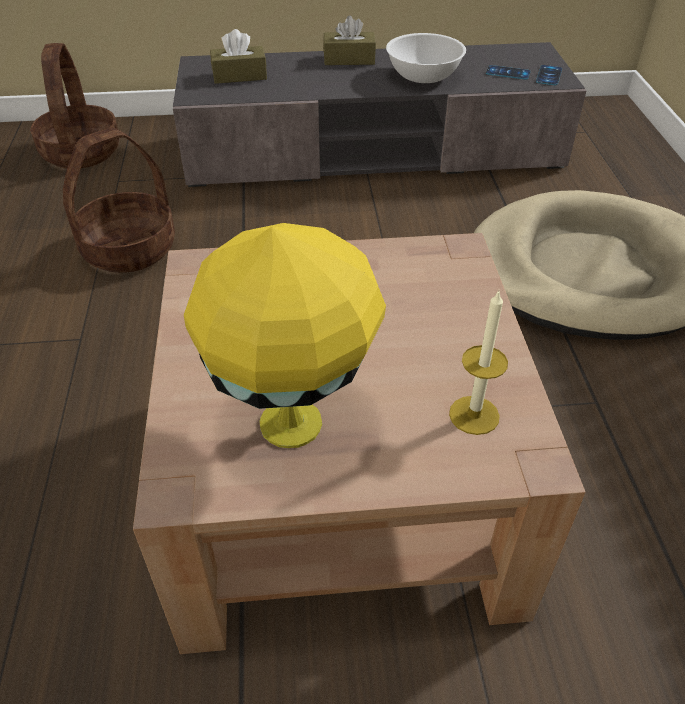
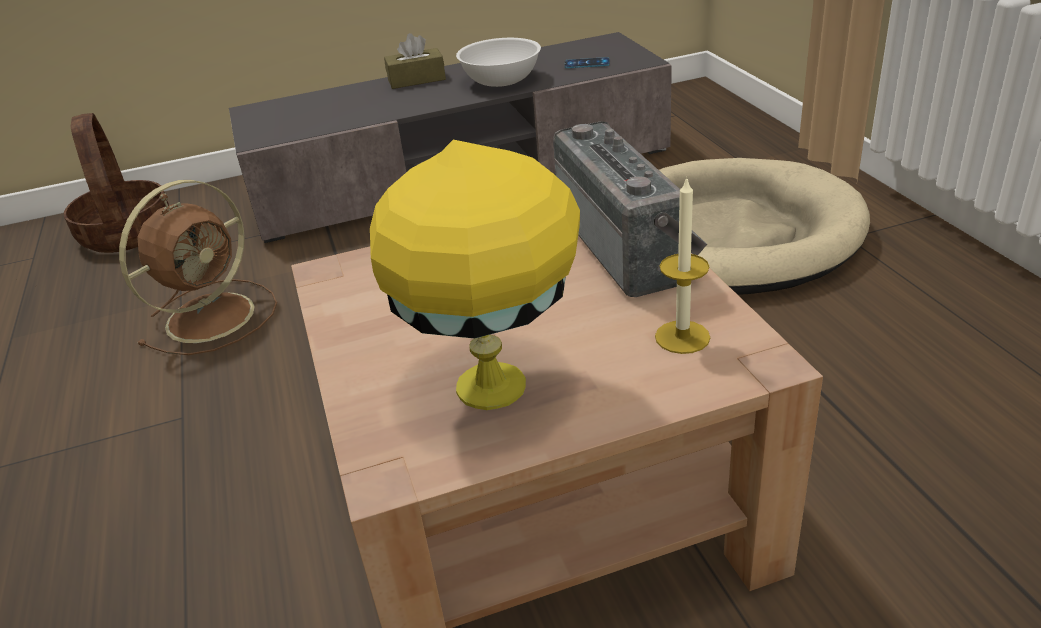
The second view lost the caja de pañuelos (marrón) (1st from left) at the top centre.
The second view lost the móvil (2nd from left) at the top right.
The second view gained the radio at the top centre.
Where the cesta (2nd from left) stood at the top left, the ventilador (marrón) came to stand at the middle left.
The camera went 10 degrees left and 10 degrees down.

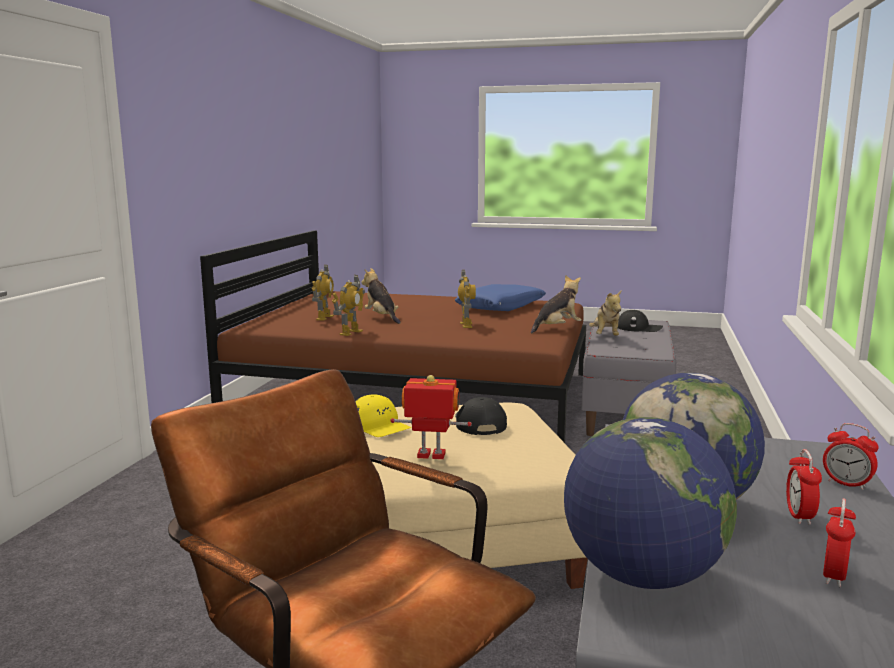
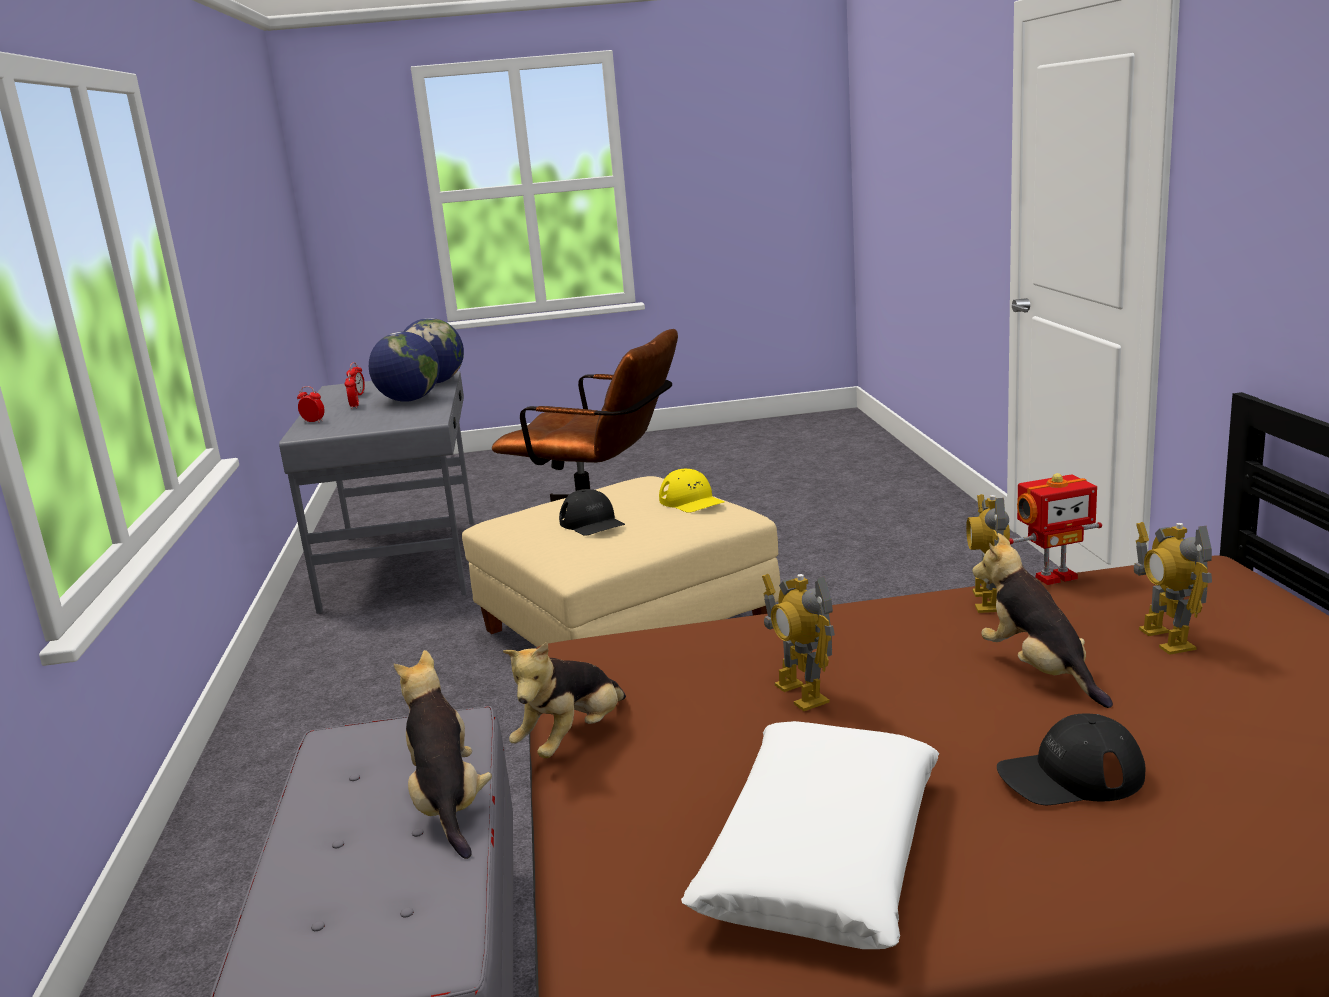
The robot de juguete (3rd from left) ended up elsewhere, having gone from the centre to the middle right.
The gorra (negro) (2nd from left) ended up elsewhere, having gone from the middle right to the bottom right.
What was the cojín (azul) at the centre turned into the cojín (blanco) at the bottom centre.
The gorra (amarillo) at the centre ended up facing another way, 150 degrees counterclockwise from before.
The peluche (1st from left in the first image) at the centre ended up facing another way, 150 degrees counterclockwise from before.
The camera went 160 degrees right and 5 degrees up.

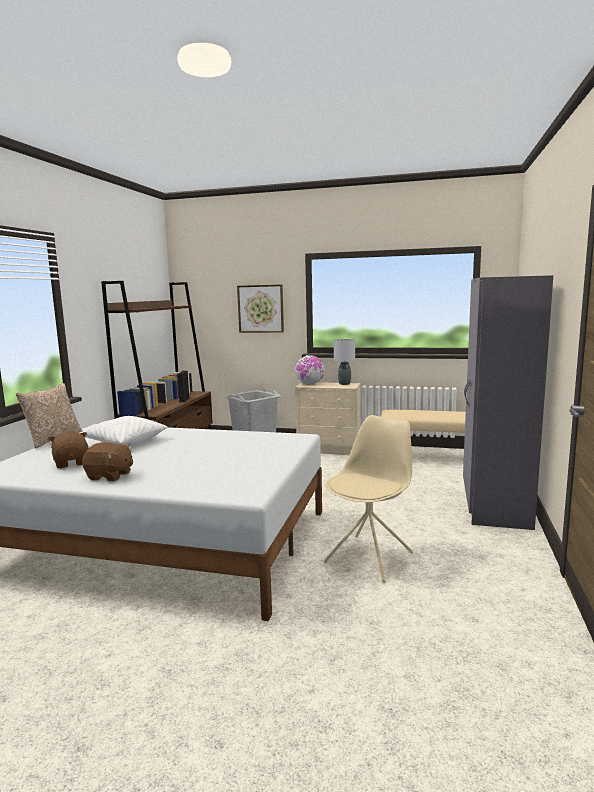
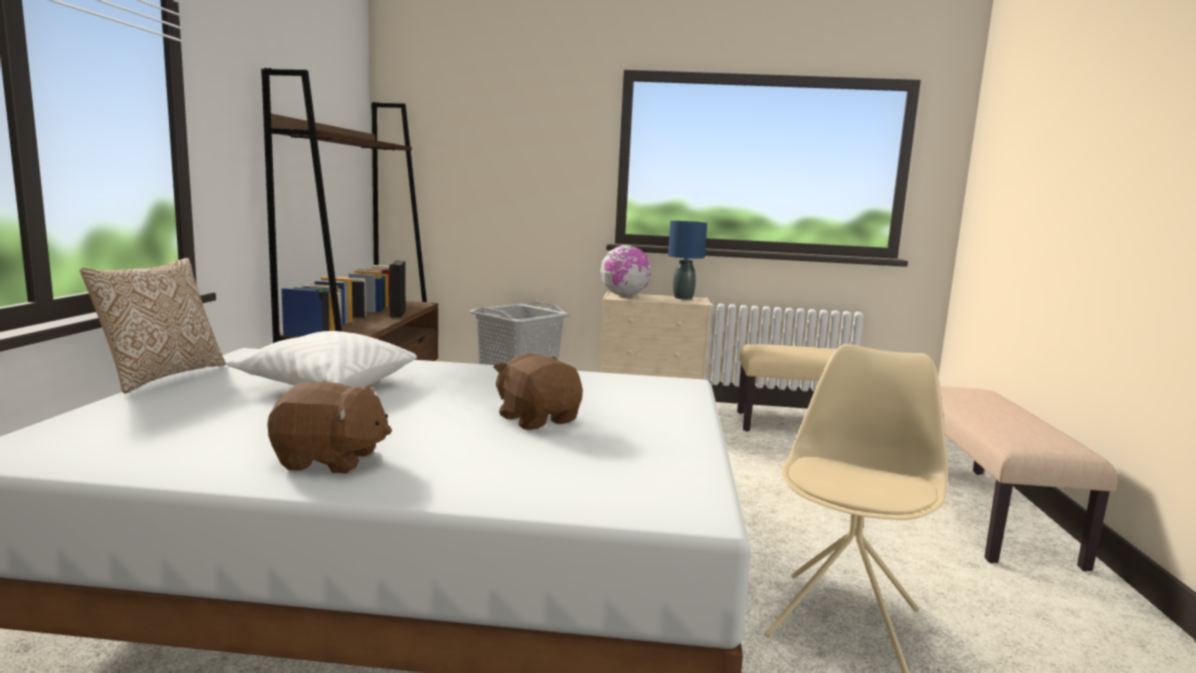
The second view lost the cuadro at the centre.
The peluche (marrón) (1st from left in the first image) ended up elsewhere, having gone from the middle left to the centre.
Where the armario ropero (gris) stood at the middle right, the banco (beis) (2nd from left) came to stand at the bottom right.
What was the lámpara de mesa (gris) at the centre turned into the lámpara de mesa (azul) at the centre.
The camera went 10 degrees left and 0 degrees up.

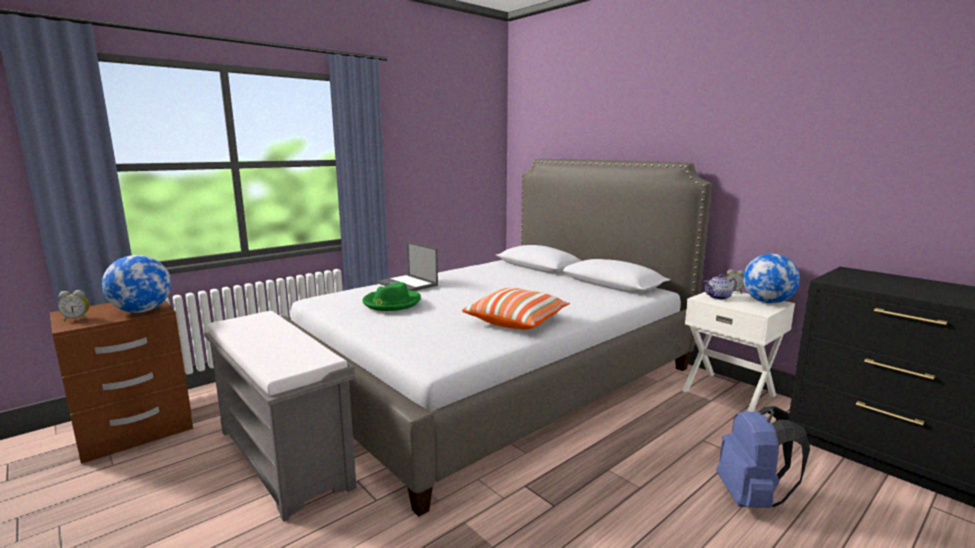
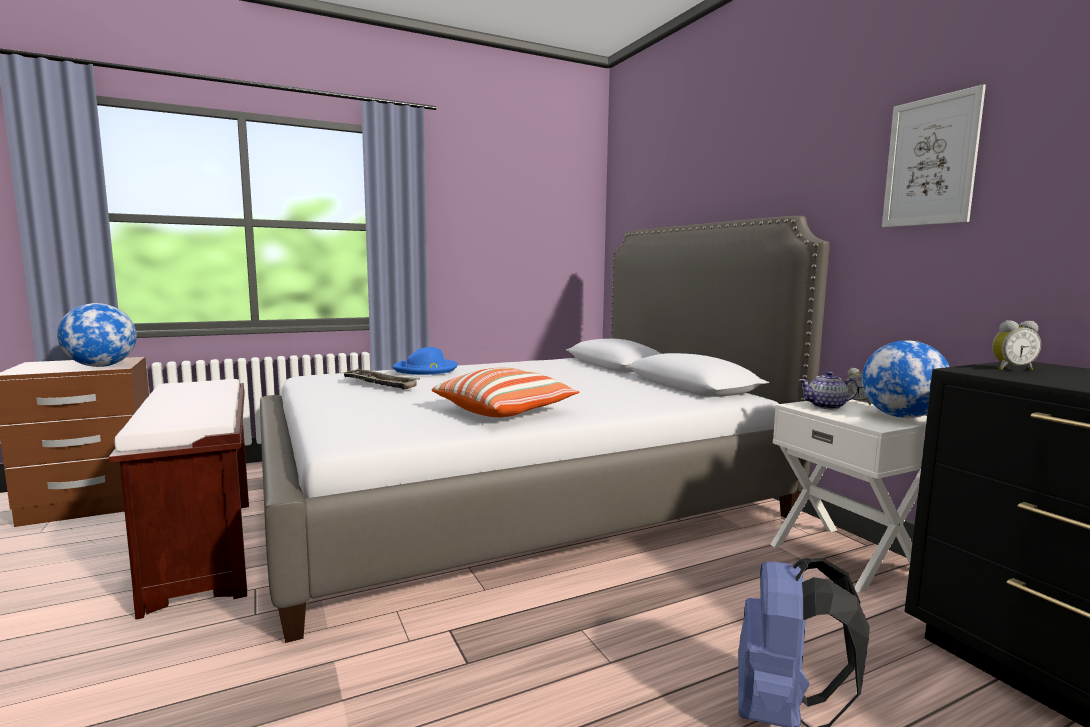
The second view gained the cuadro at the top right.
The despertador (1st from left in the first image) ended up elsewhere, having gone from the middle left to the middle right.
Where the sombrero (verde) stood at the centre, the bandeja came to stand at the centre.
Where the portátil stood at the centre, the sombrero (azul) came to stand at the centre.
What was the banco (gris) at the bottom left turned into the banco (marrón) at the bottom left.
The camera went 15 degrees right and 5 degrees down.

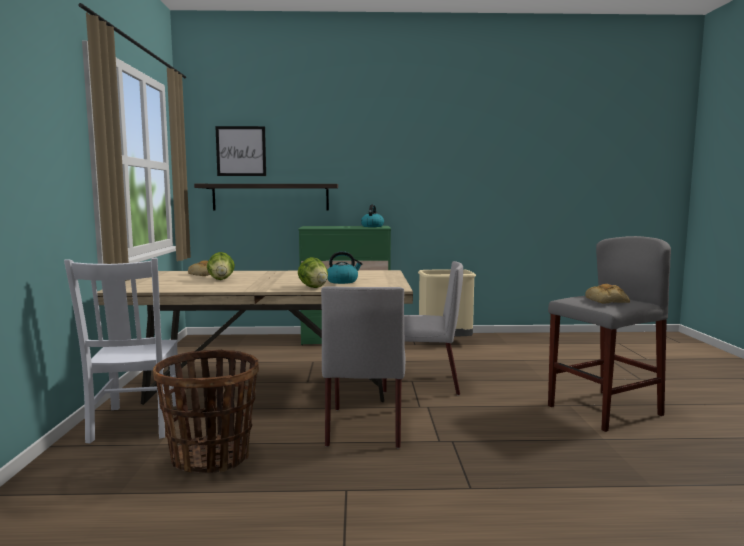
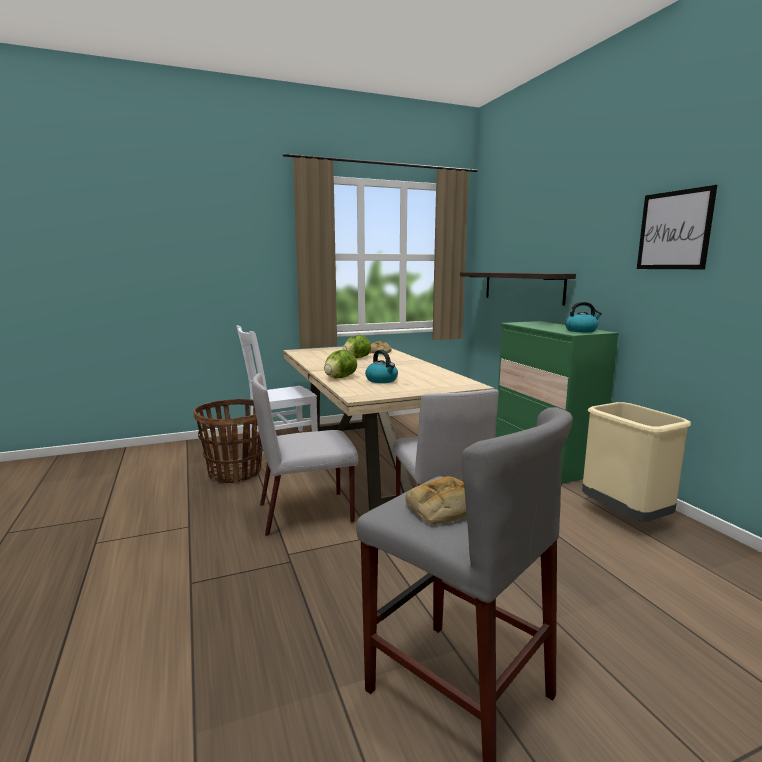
The cuadro ended up elsewhere, having gone from the top left to the top right.
The camera went 70 degrees right and 5 degrees up.

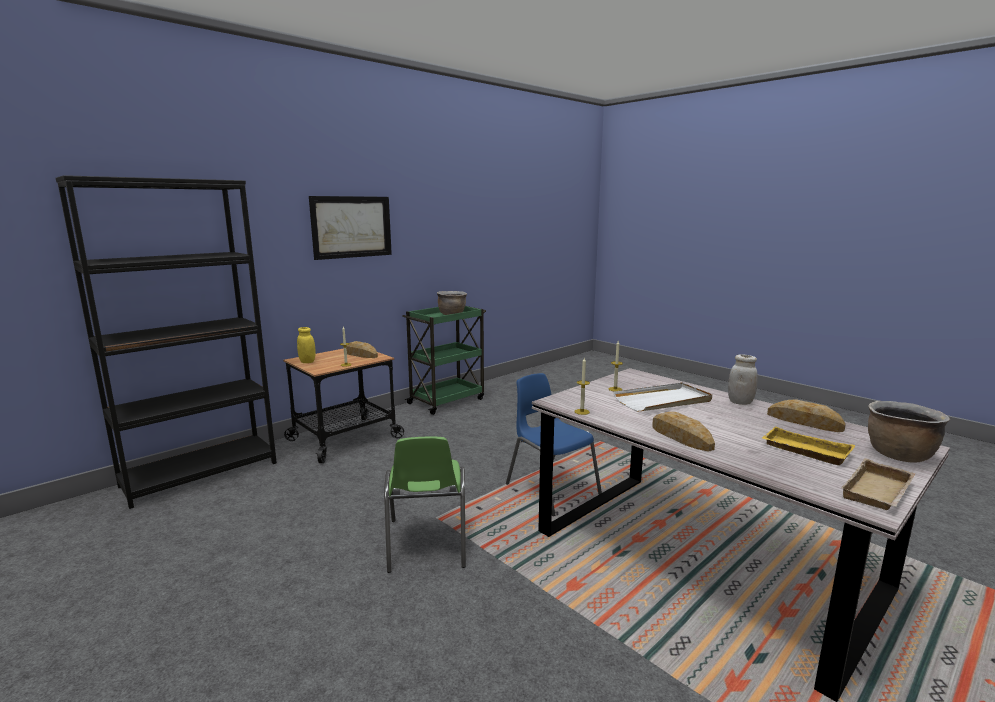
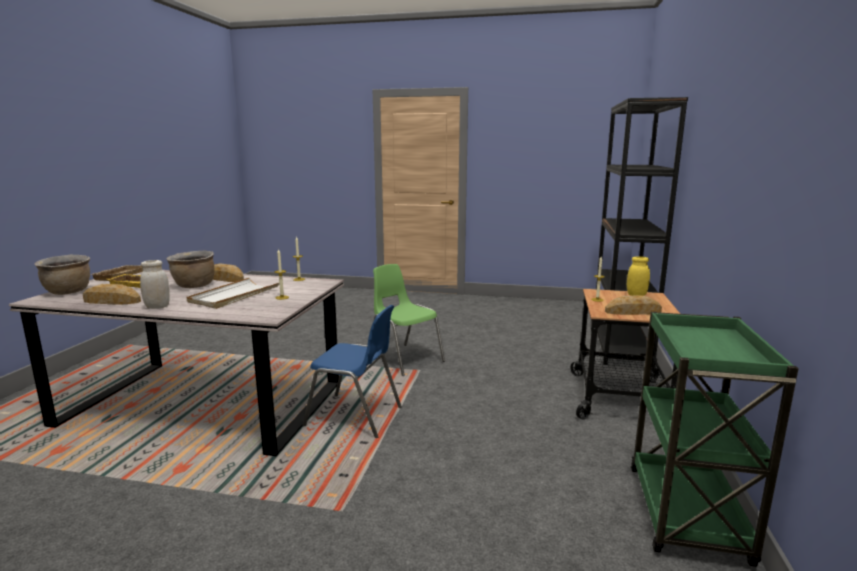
The second view lost the cuadro at the top centre.
The olla (marrón) (1st from left in the first image) ended up elsewhere, having gone from the centre to the middle left.
The camera went 145 degrees right and 0 degrees up.

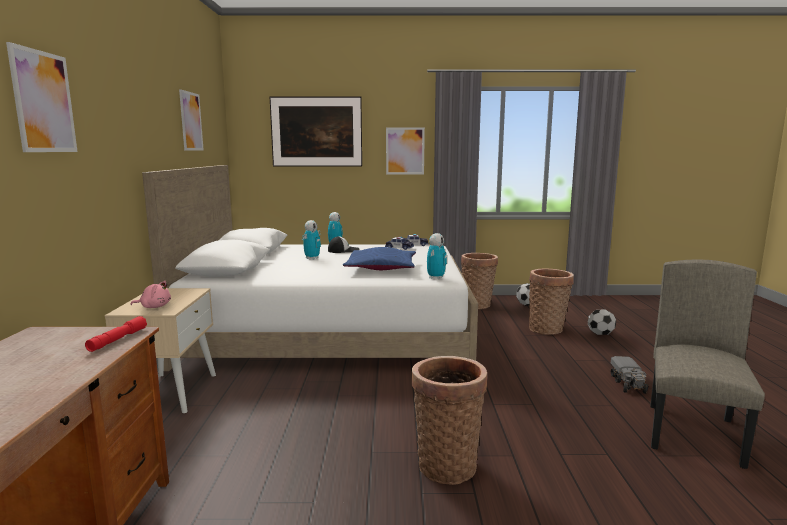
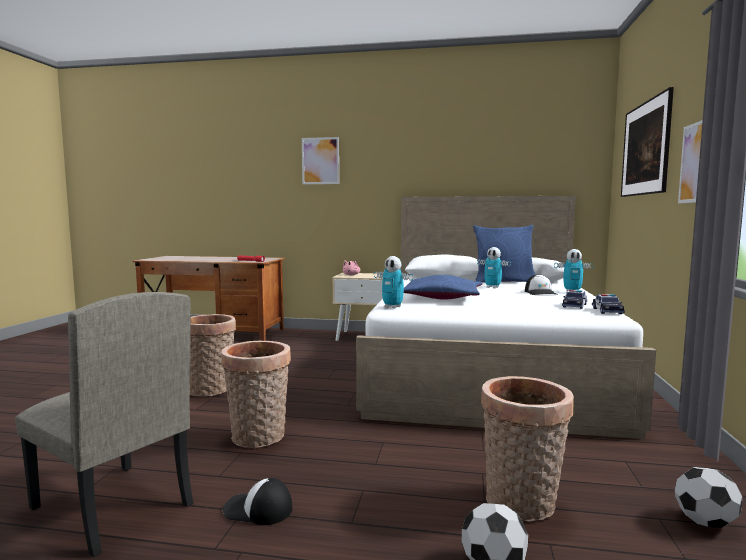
The second view lost the cuadro (2nd from left) at the top left.
The second view gained the cojín (azul) (2nd from left) at the middle right.
The cesta (2nd from left) ended up elsewhere, having gone from the centre to the bottom centre.
Where the camión de juguete stood at the bottom right, the gorra (1st from left) came to stand at the bottom centre.
The camera went 100 degrees right and 5 degrees down.

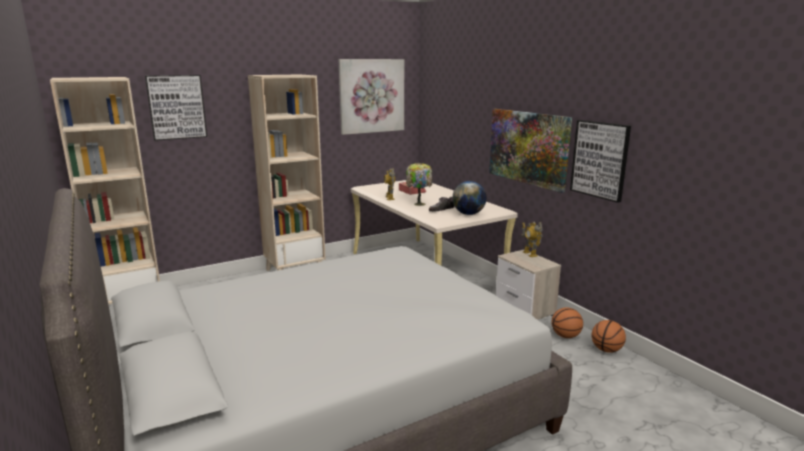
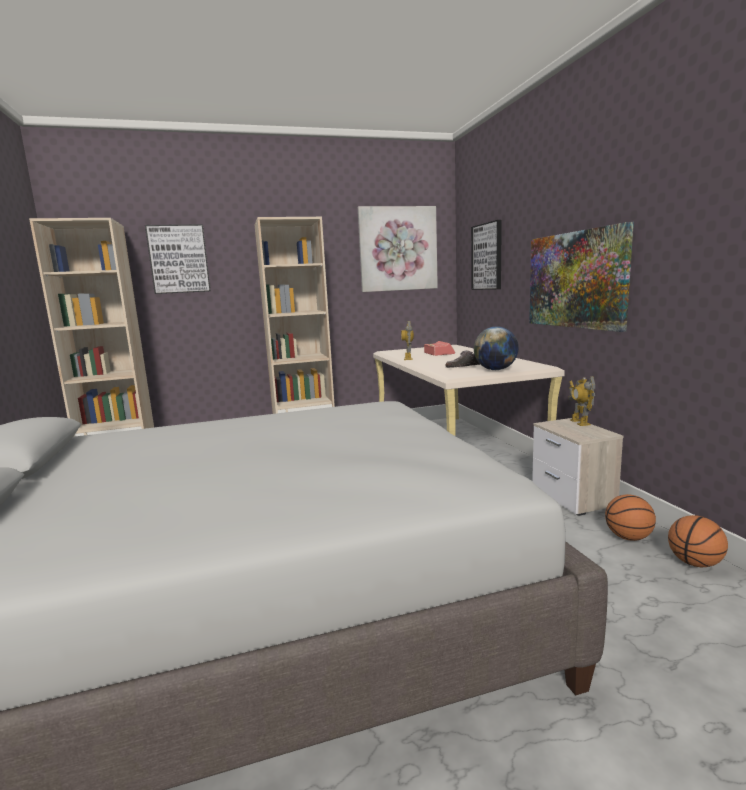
The second view lost the lámpara de mesa at the centre.
The cuadro (4th from left in the first image) ended up elsewhere, having gone from the middle right to the top centre.
The camera went 15 degrees right and 5 degrees down.

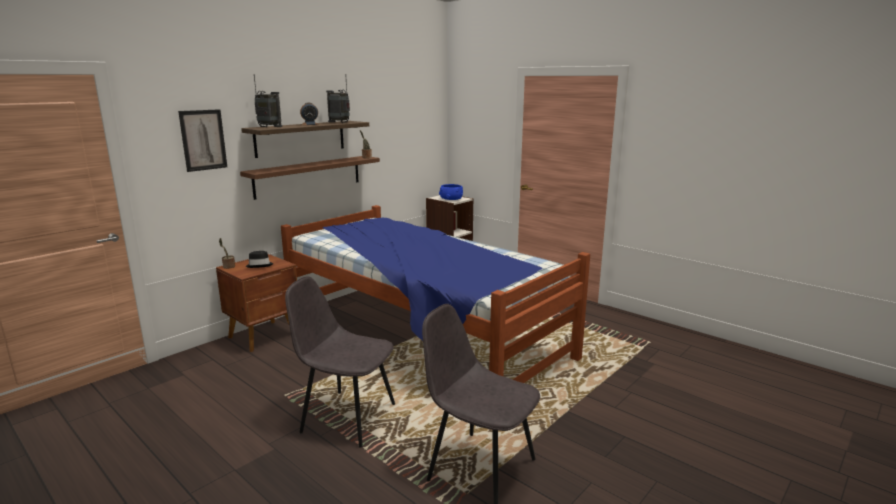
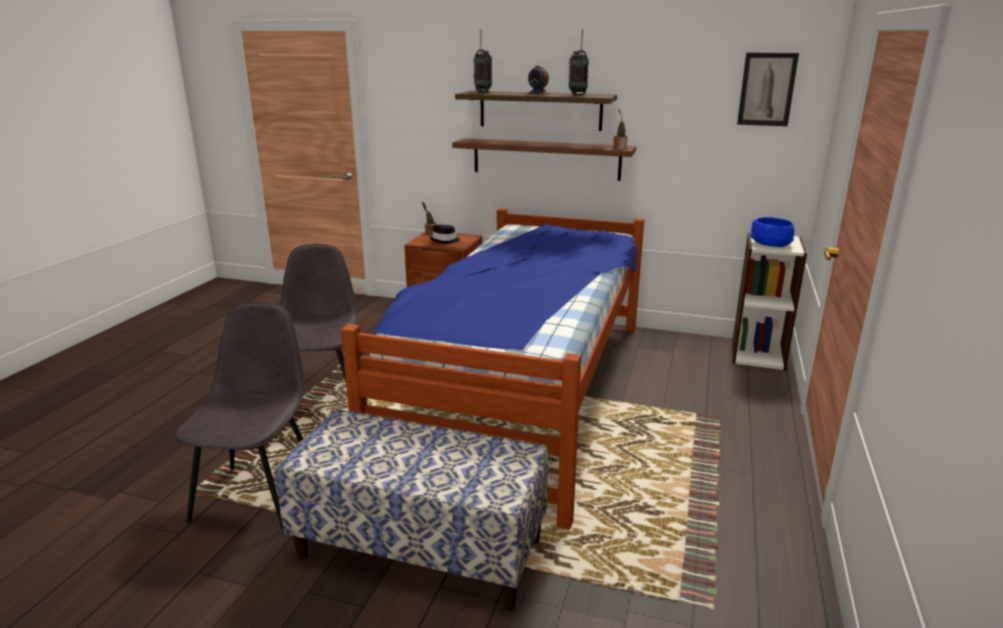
The second view gained the banco at the bottom centre.
The cuadro ended up elsewhere, having gone from the top left to the top right.
The camera went 65 degrees right and 5 degrees up.

